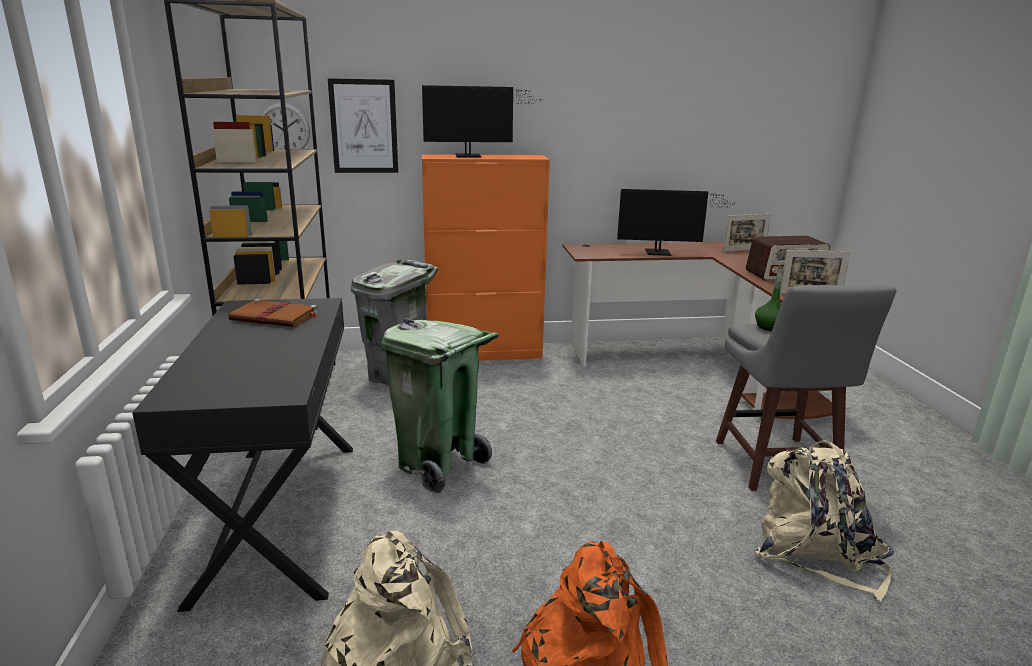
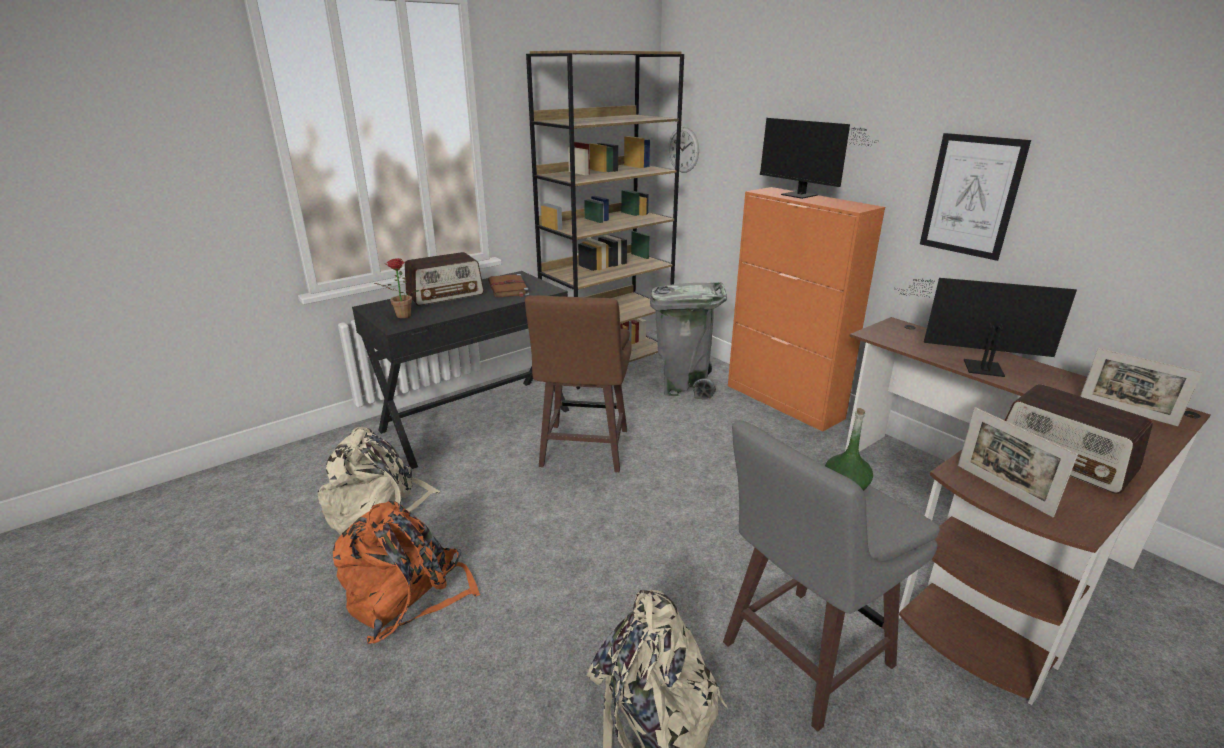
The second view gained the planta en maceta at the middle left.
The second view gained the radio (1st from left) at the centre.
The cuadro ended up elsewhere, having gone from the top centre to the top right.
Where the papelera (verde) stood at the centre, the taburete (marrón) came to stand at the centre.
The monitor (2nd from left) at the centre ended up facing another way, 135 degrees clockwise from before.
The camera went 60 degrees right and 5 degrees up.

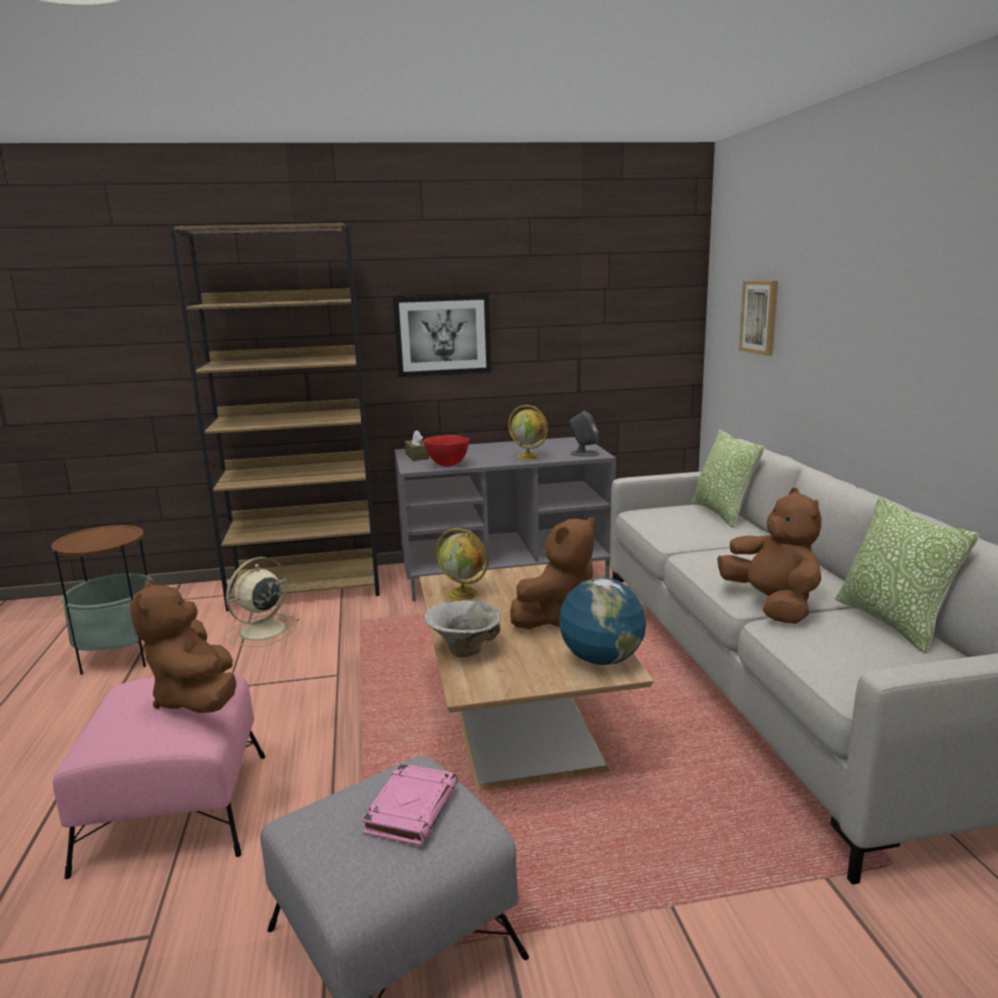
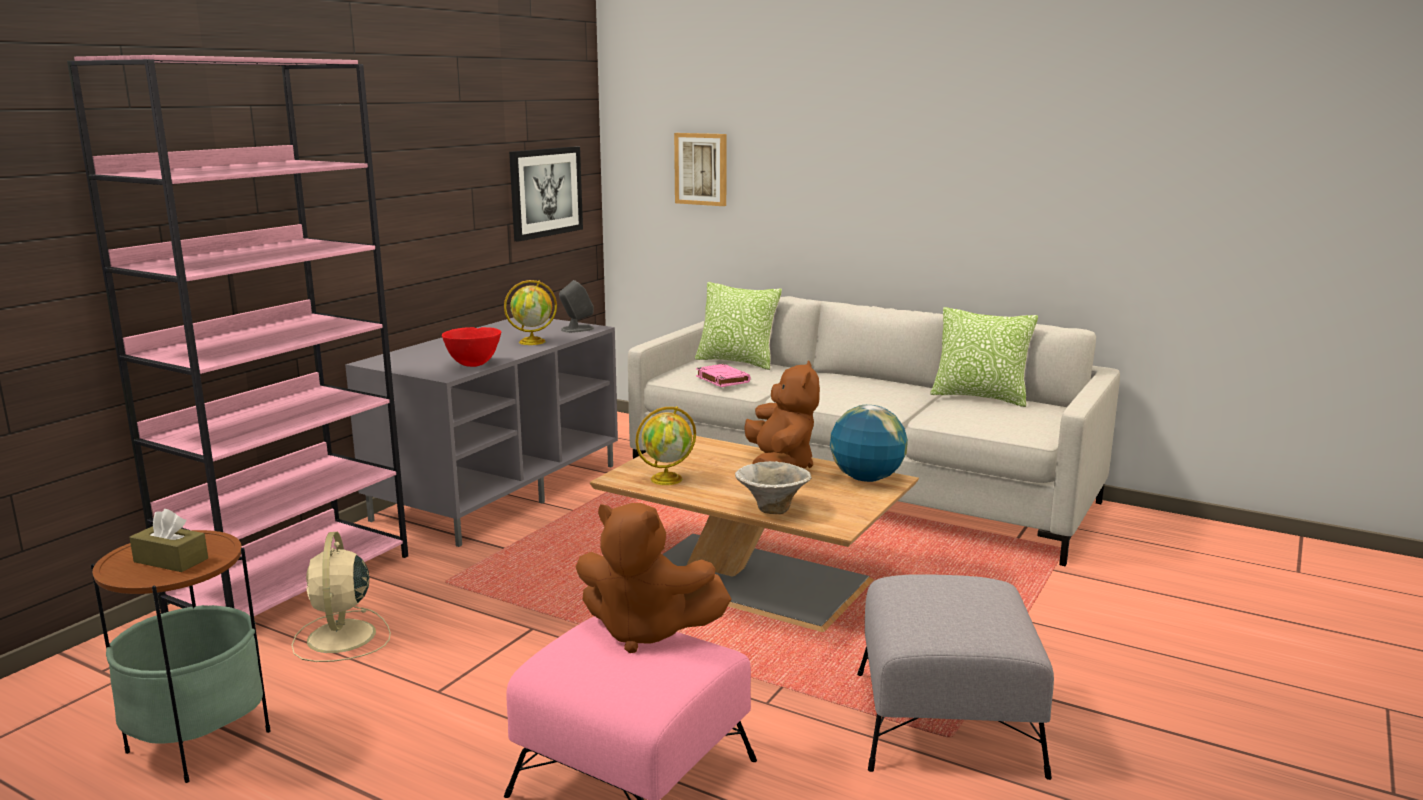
The second view lost the peluche (marrón) (3rd from left) at the middle right.
The libro (rosa) ended up elsewhere, having gone from the bottom centre to the centre.
The cuadro (1st from left) ended up elsewhere, having gone from the centre to the top centre.
The caja de pañuelos (marrón) ended up elsewhere, having gone from the centre to the bottom left.
What was the estantería (marrón) at the middle left turned into the estantería (rosa) at the middle left.
The camera went 50 degrees left and 0 degrees up.

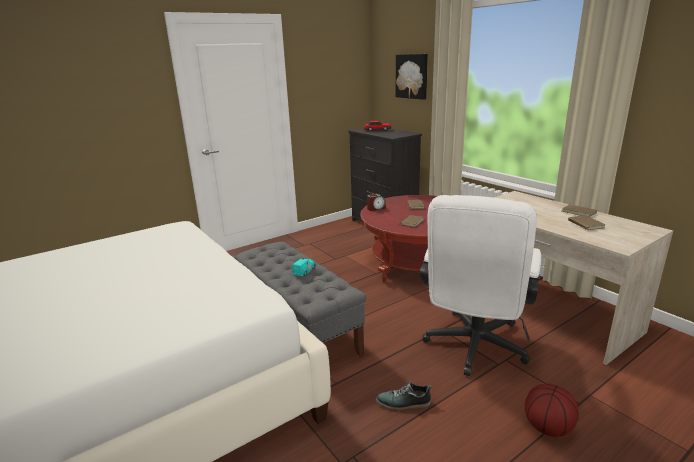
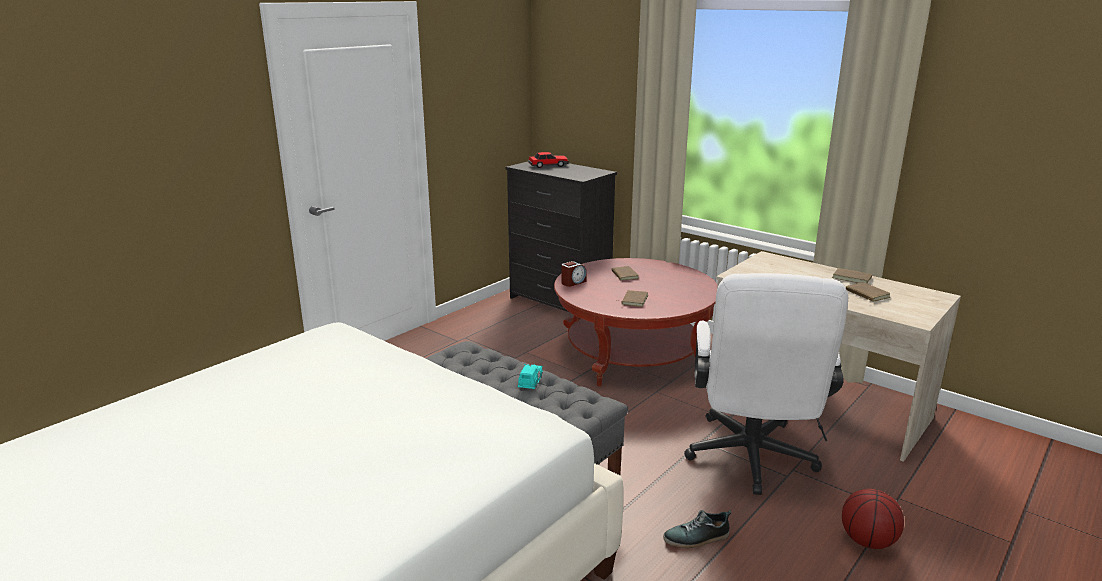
The second view lost the cuadro at the top centre.
The camera went 15 degrees left and 0 degrees up.

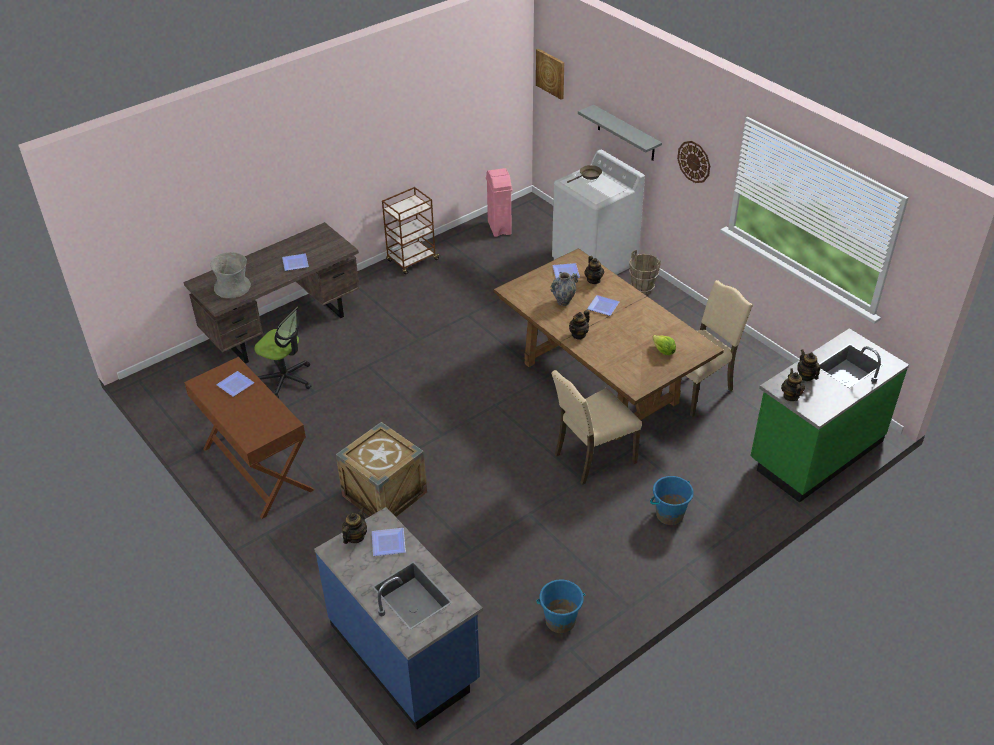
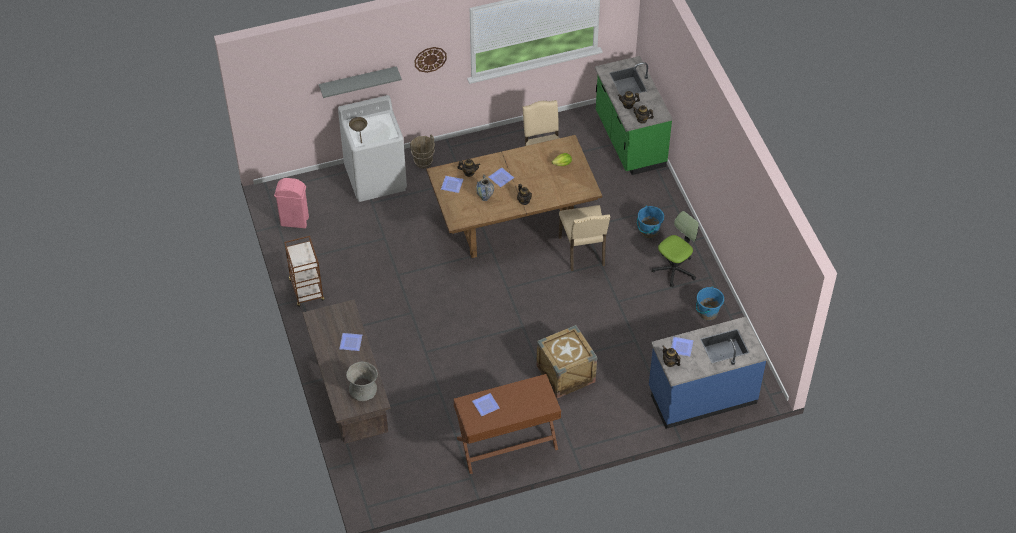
The second view lost the cuadro at the top centre.
The silla de oficina ended up elsewhere, having gone from the middle left to the centre.
The camera went 70 degrees left and 10 degrees up.

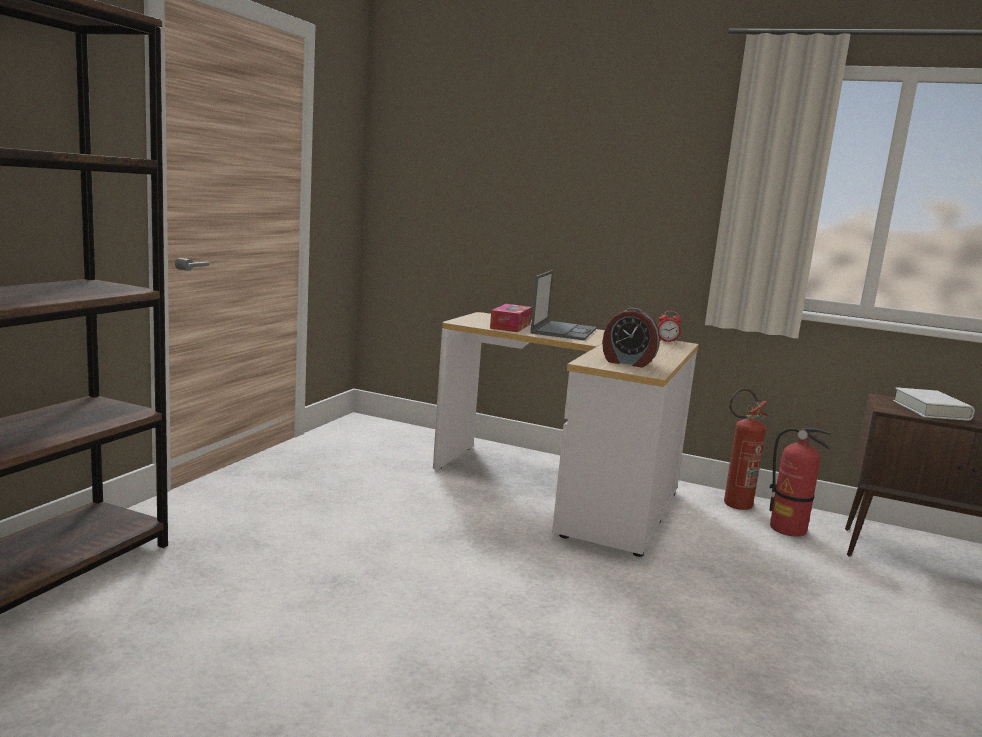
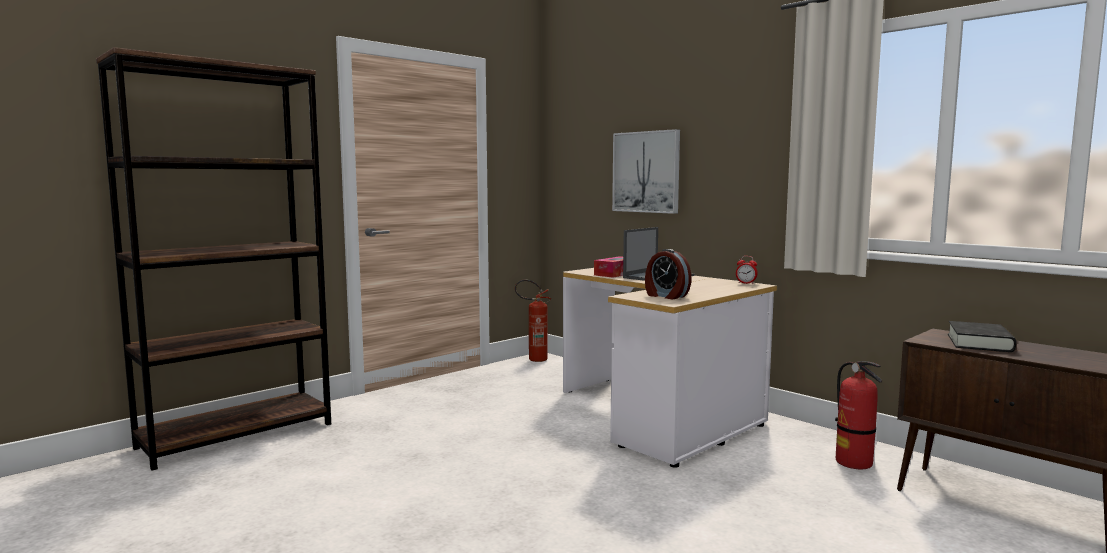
The second view gained the cuadro at the top centre.
The extintor (1st from left) ended up elsewhere, having gone from the middle right to the centre.
What was the libro (blanco) at the middle right turned into the libro (negro) at the middle right.
The camera went 25 degrees right and 5 degrees down.

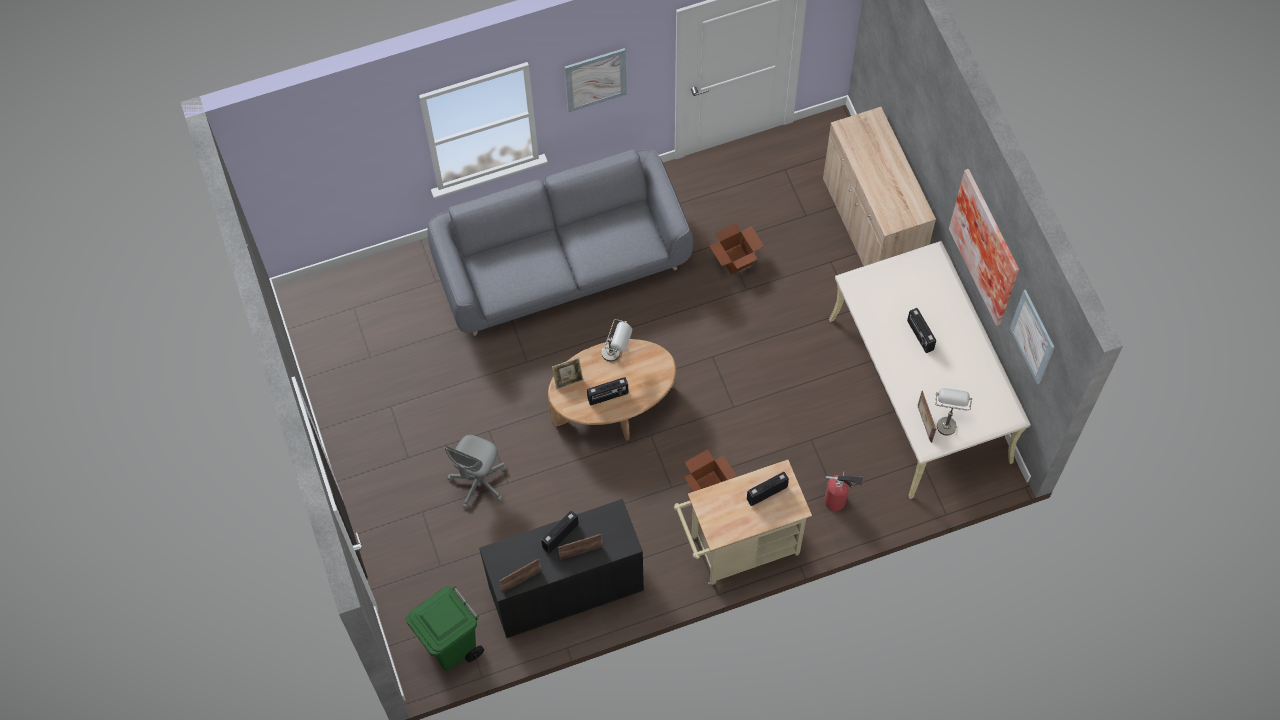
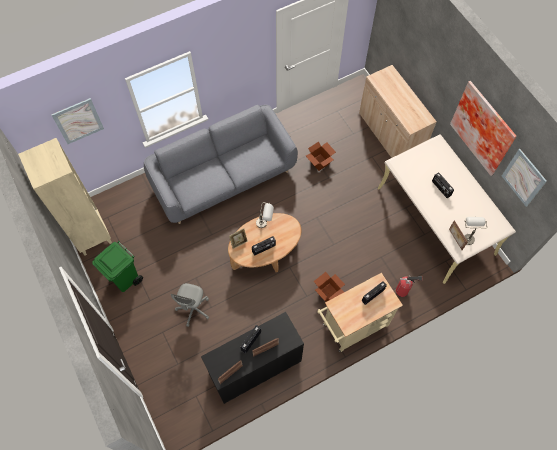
The second view gained the estantería (beis) at the middle left.
The papelera (verde) ended up elsewhere, having gone from the bottom centre to the middle left.
The cuadro (1st from left) ended up elsewhere, having gone from the top centre to the top left.
The camera went 10 degrees left and 0 degrees up.

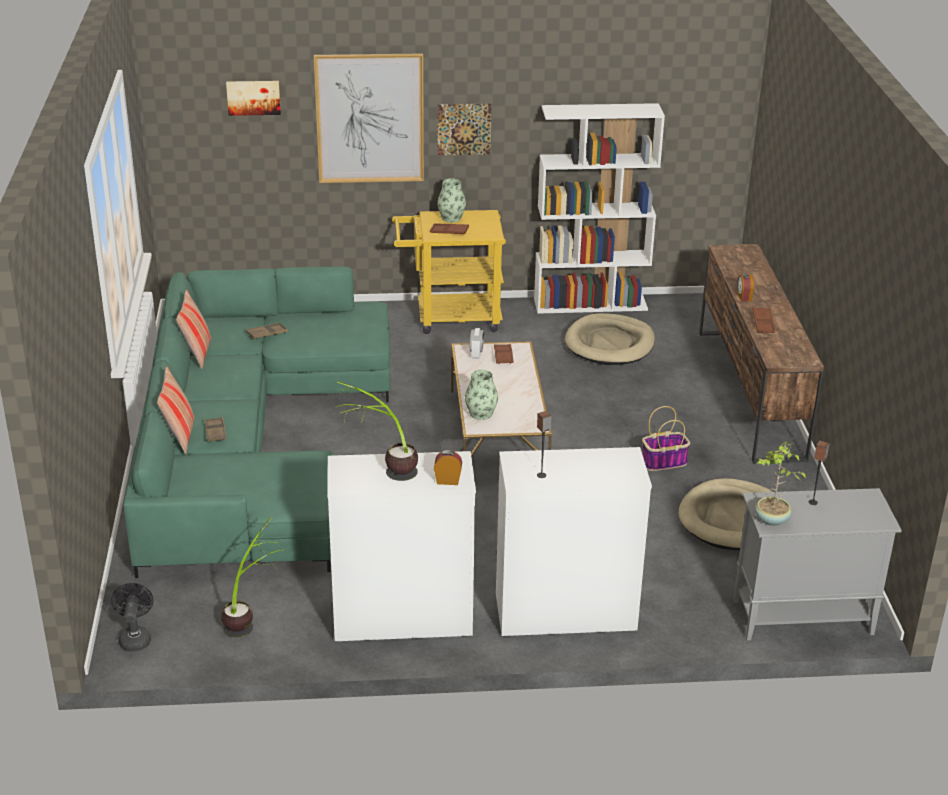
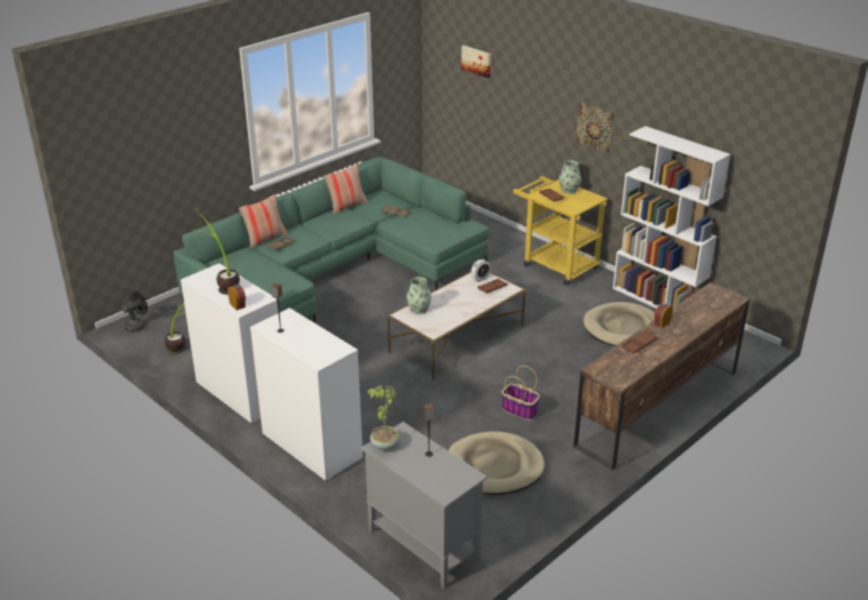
The second view lost the cuadro (2nd from left) at the top centre.
The camera went 50 degrees right and 0 degrees up.

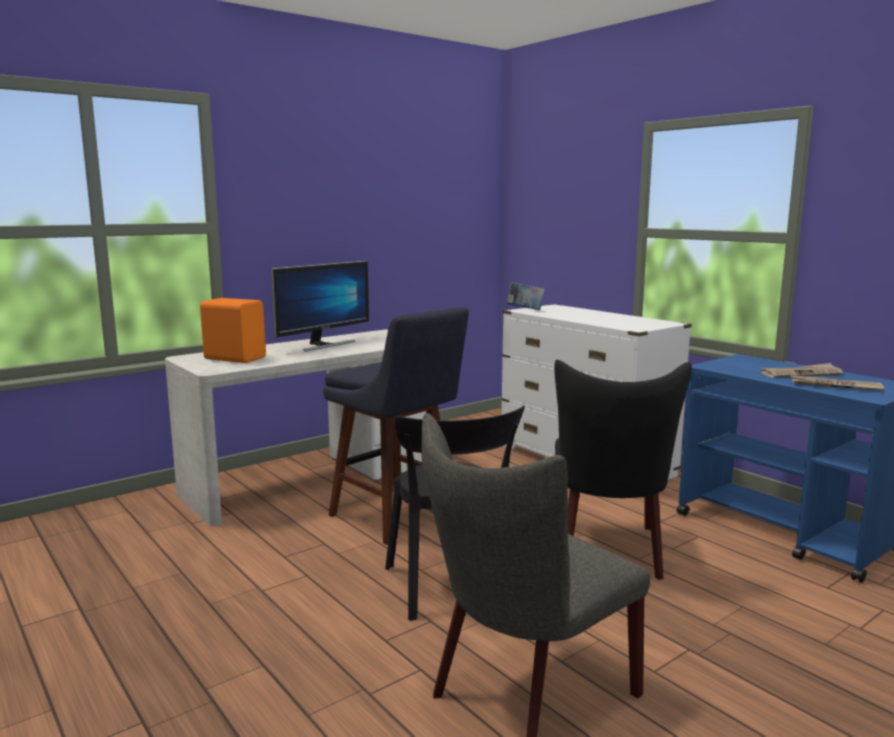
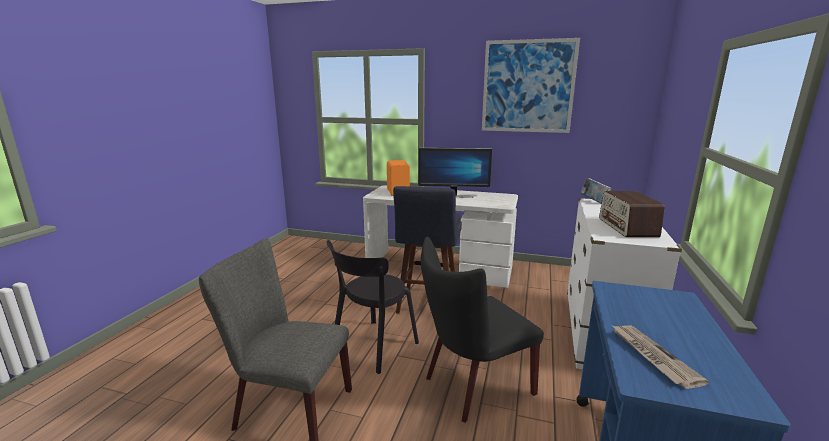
The second view lost the periódico (1st from left) at the middle right.
The second view gained the cuadro at the top centre.
The second view gained the radio at the middle right.
The camera went 55 degrees right and 5 degrees up.

